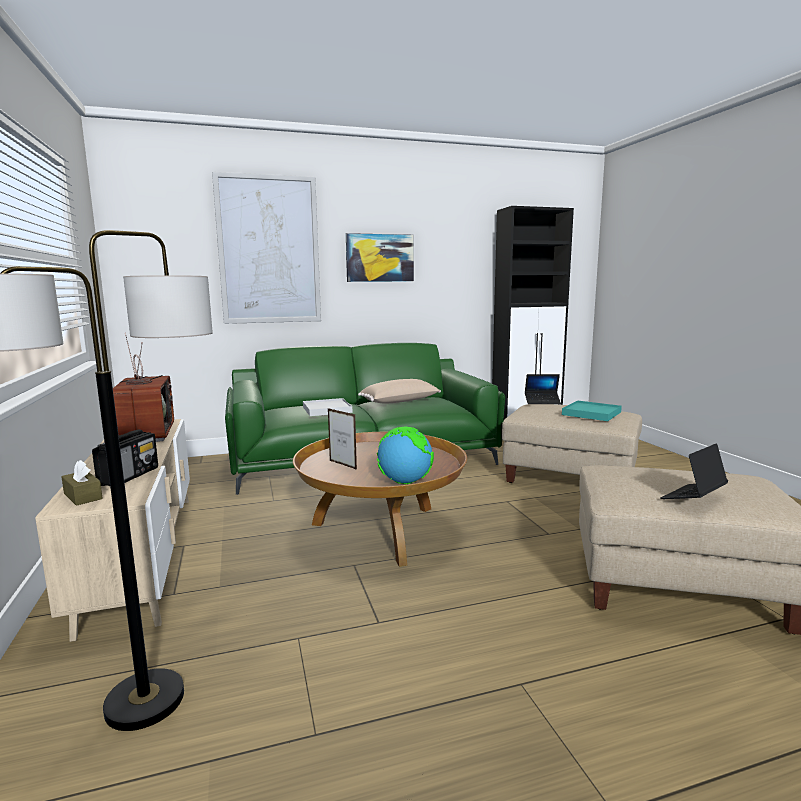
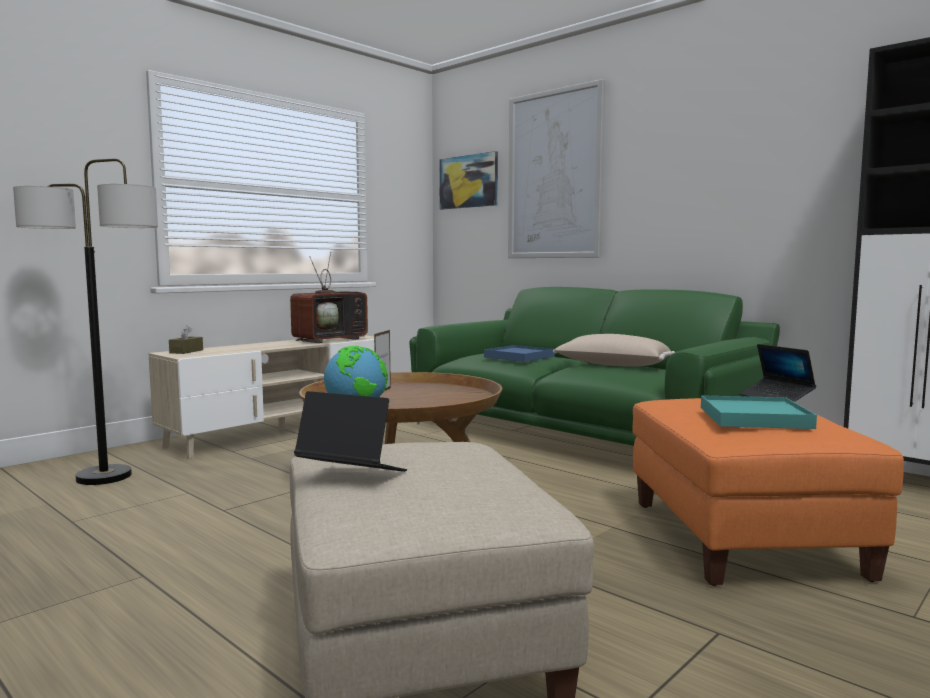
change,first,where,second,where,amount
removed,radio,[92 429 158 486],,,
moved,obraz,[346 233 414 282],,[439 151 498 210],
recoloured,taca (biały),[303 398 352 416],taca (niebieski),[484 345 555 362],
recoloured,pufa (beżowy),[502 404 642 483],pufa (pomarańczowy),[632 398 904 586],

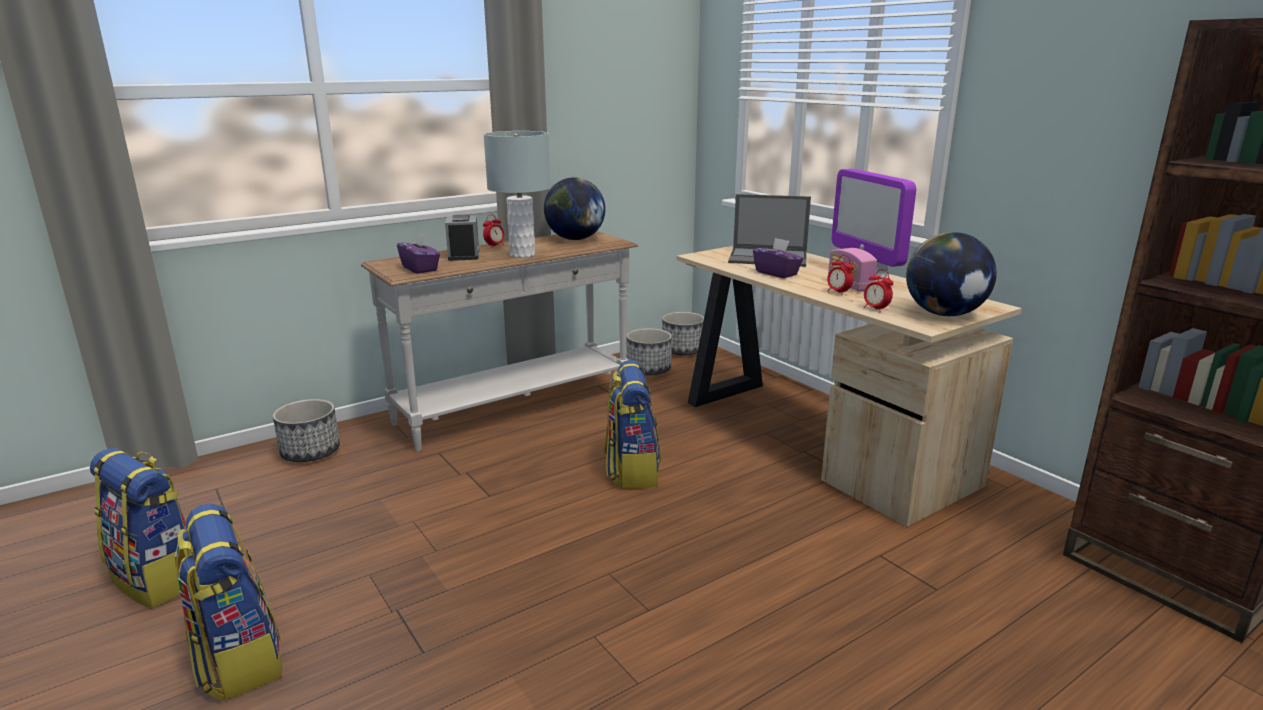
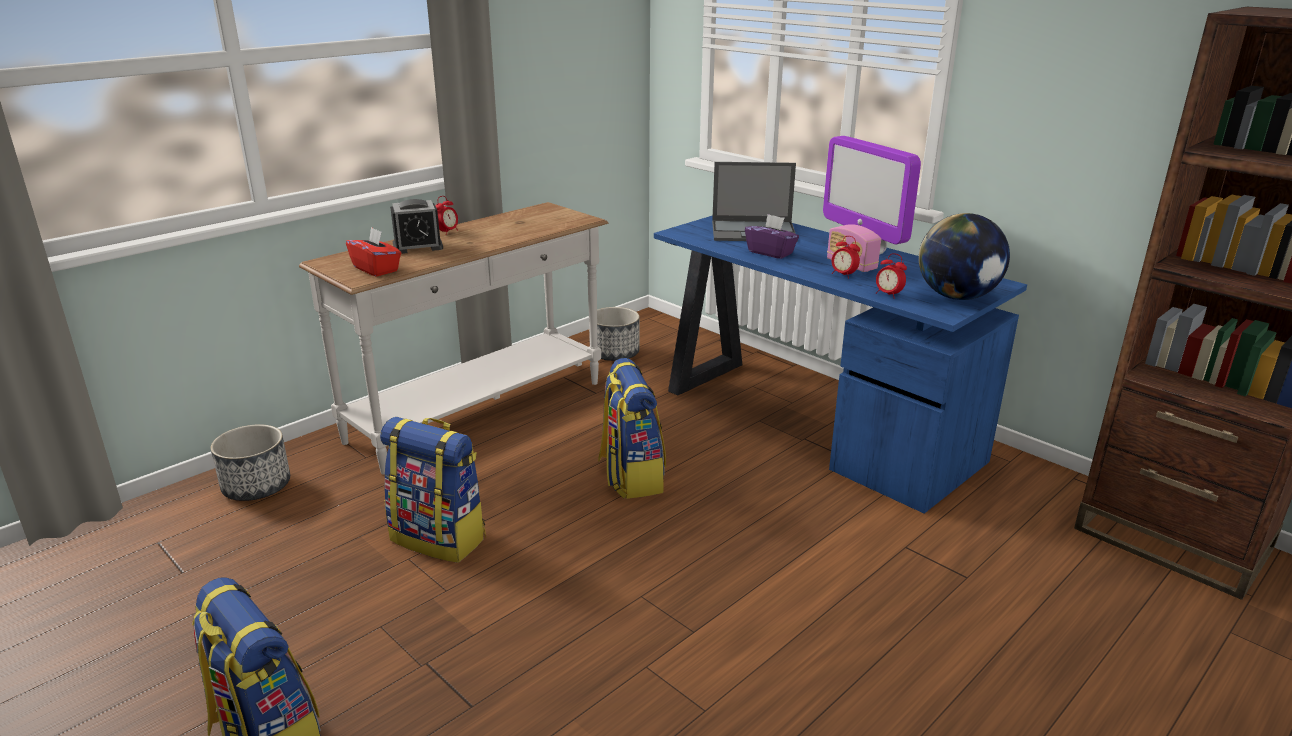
change,first,where,second,where,amount
removed,lampa stołowa (szary),[484 131 550 258],,,
removed,globus,[544 177 606 240],,,
removed,donica,[662 312 704 355],,,
moved,plecak,[90 448 195 608],,[380 417 486 563],
recoloured,pudełko chusteczek (fioletowy),[397 233 440 274],pudełko chusteczek (czerwony),[346 227 401 277],
recoloured,biurko (beżowy),[677 246 1022 527],biurko (niebieski),[654 215 1027 514],
turned,budzik,[445 214 479 261],,[390 199 443 254],90 degrees clockwise

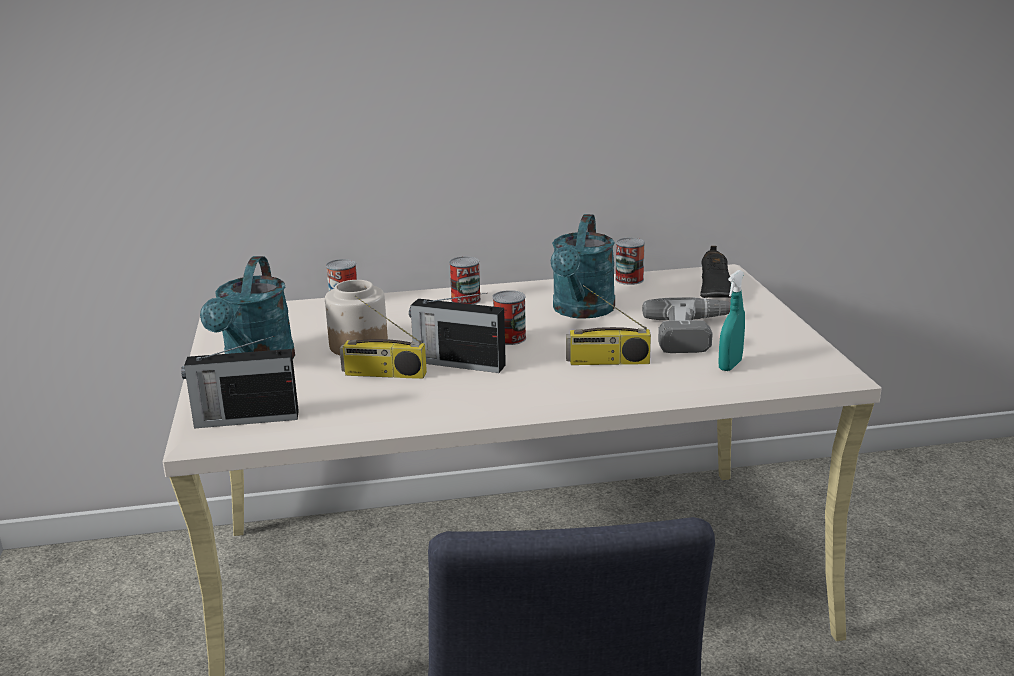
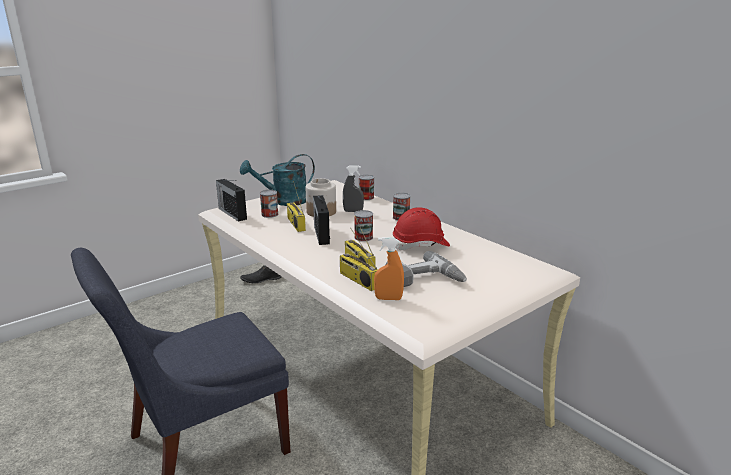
change,first,where,second,where,amount
added,,,radio,[340 228 378 291],
added,,,spryskiwacz (szary),[343 165 364 212],
moved,puszka,[615 237 645 285],,[260 190 279 218],
moved,but (czarny),[700 246 731 298],,[240 265 282 283],
replaced,konewka (turkusowy),[551 214 615 319],kask (czerwony),[393 208 450 250],
recoloured,spryskiwacz (turkusowy),[719 270 745 371],spryskiwacz (pomarańczowy),[374 237 404 300],

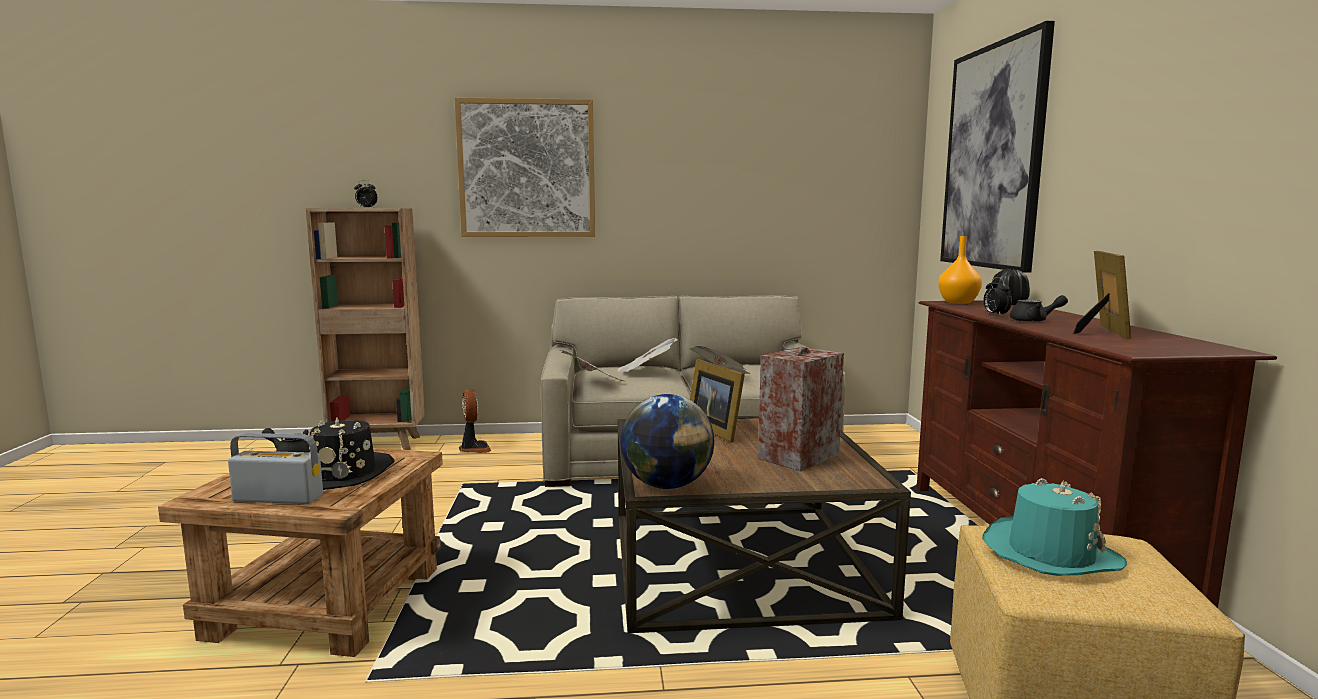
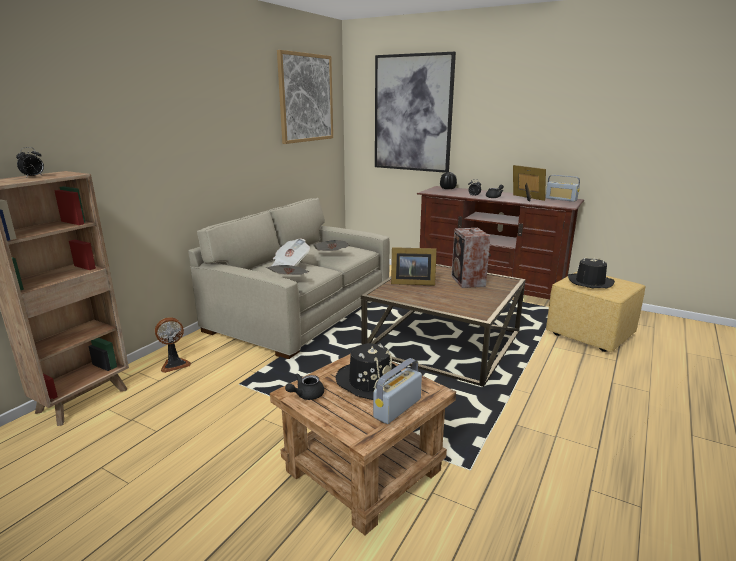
change,first,where,second,where,amount
removed,globus,[620 394 714 489],,,
removed,wazon (pomarańczowy),[938 236 982 304],,,
added,,,radio,[545 175 580 202],
moved,obraz,[454 97 595 237],,[277 50 333 144],
recoloured,kapelusz (turkusowy),[982 478 1127 576],kapelusz (czarny),[568 257 615 288],
turned,wentylator,[459 389 491 453],,[155 317 191 373],135 degrees clockwise

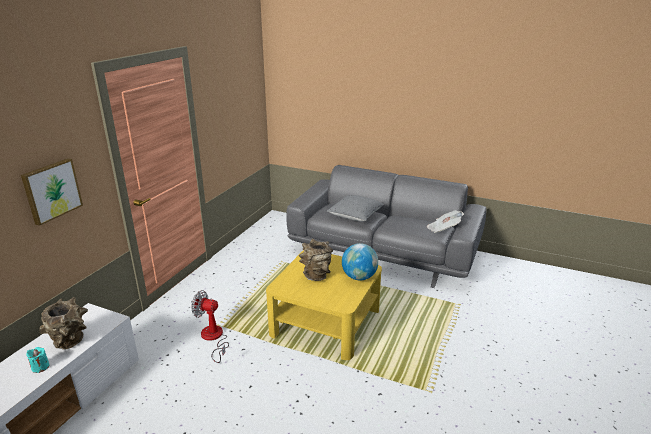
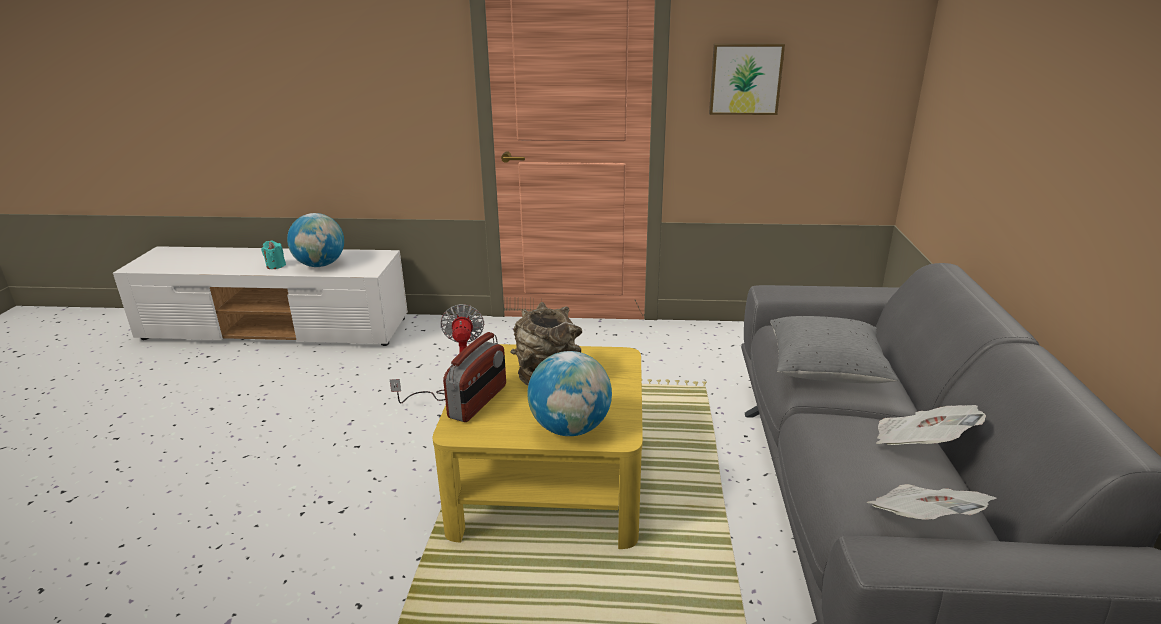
change,first,where,second,where,amount
added,,,radio,[443 332 506 422],
added,,,gazeta,[876 405 986 445],
moved,obraz,[21 158 83 226],,[709 43 785 115],
replaced,wazon (brązowy),[39 297 88 350],globus,[287 213 344 267],

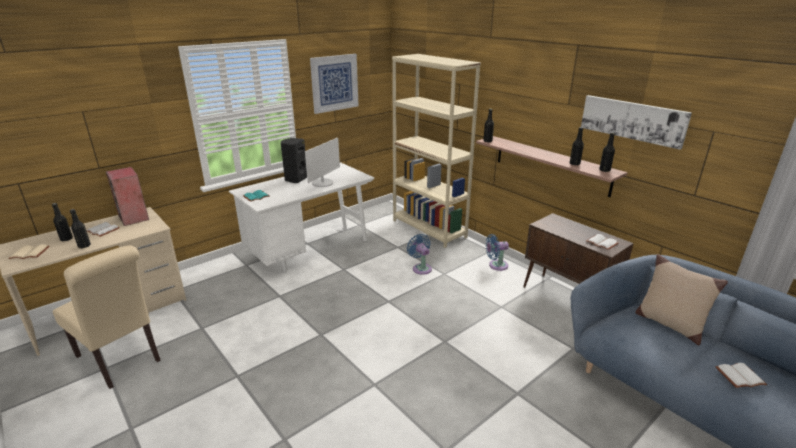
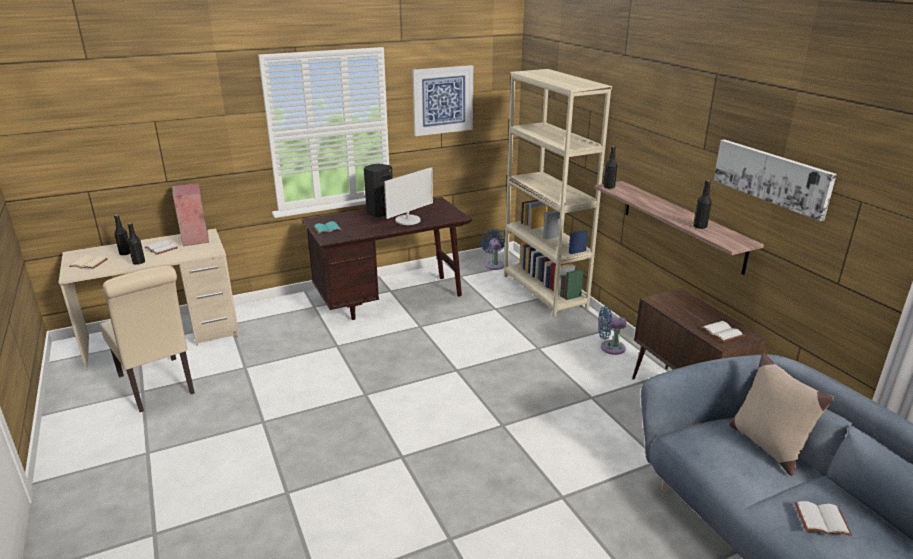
change,first,where,second,where,amount
removed,butelka (czarny),[599 132 615 172],,,
moved,wentylator (niebieski),[407 234 432 275],,[480 229 505 270],
recoloured,biurko (biały),[229 162 374 272],biurko (brązowy),[301 197 472 320],

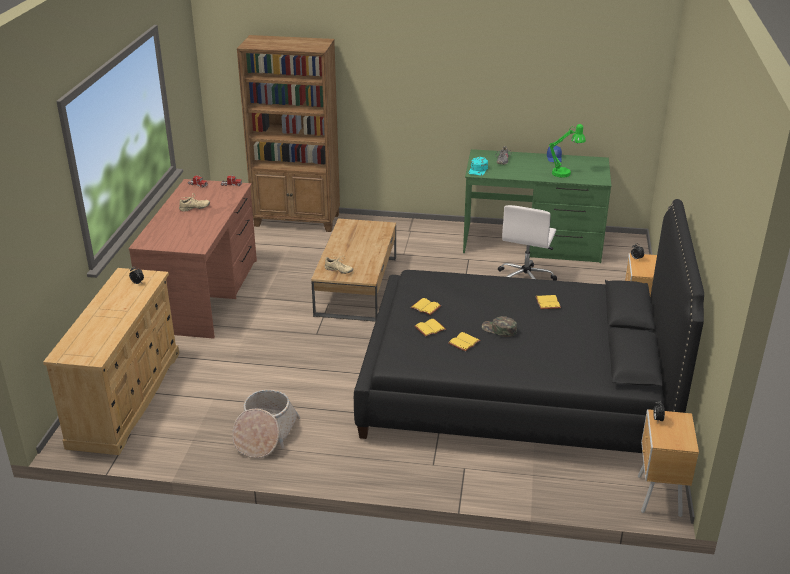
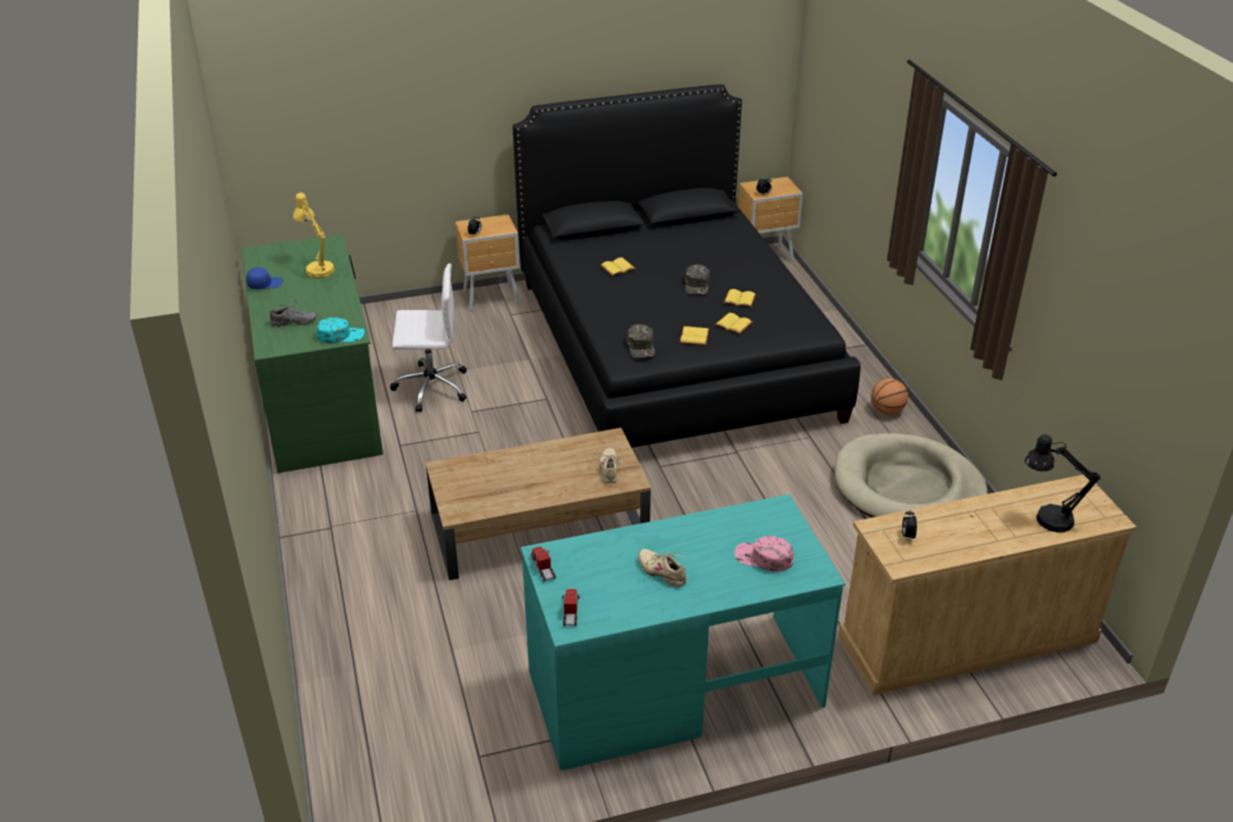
change,first,where,second,where,amount
removed,regał (brązowy),[237 35 340 232],,,
added,,,czapka z daszkiem (zielony),[627 324 655 358],
added,,,czapka z daszkiem (różowy),[735 536 794 572],
added,,,piłka do koszykówki,[871 378 908 415],
added,,,lampa stołowa (czarny),[1025 434 1101 532],
replaced,koszyk,[232 390 300 458],legowisko (beżowy),[834 433 988 518],
recoloured,biurko (brązowy),[128 179 257 339],biurko (turkusowy),[521 494 845 770],
recoloured,lampa stołowa (zielony),[549 124 586 178],lampa stołowa (żółty),[293 193 335 278],

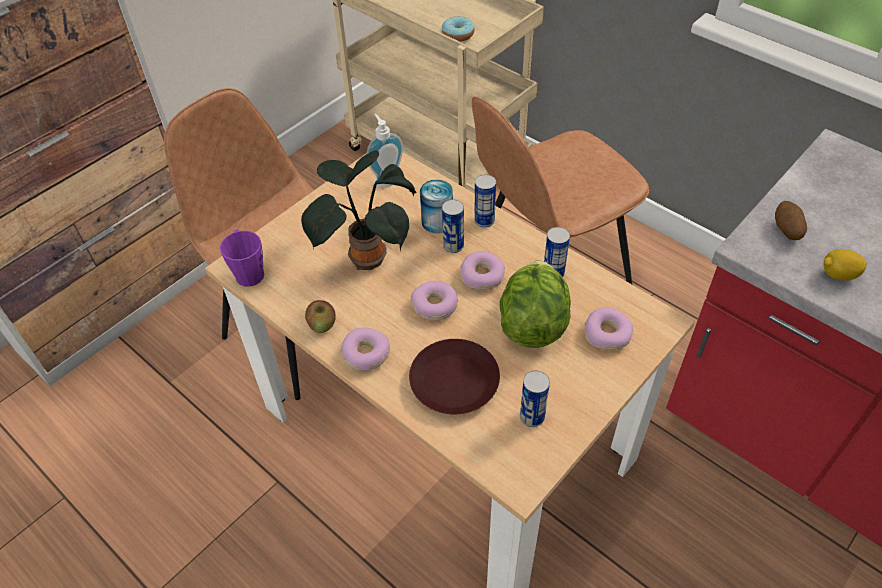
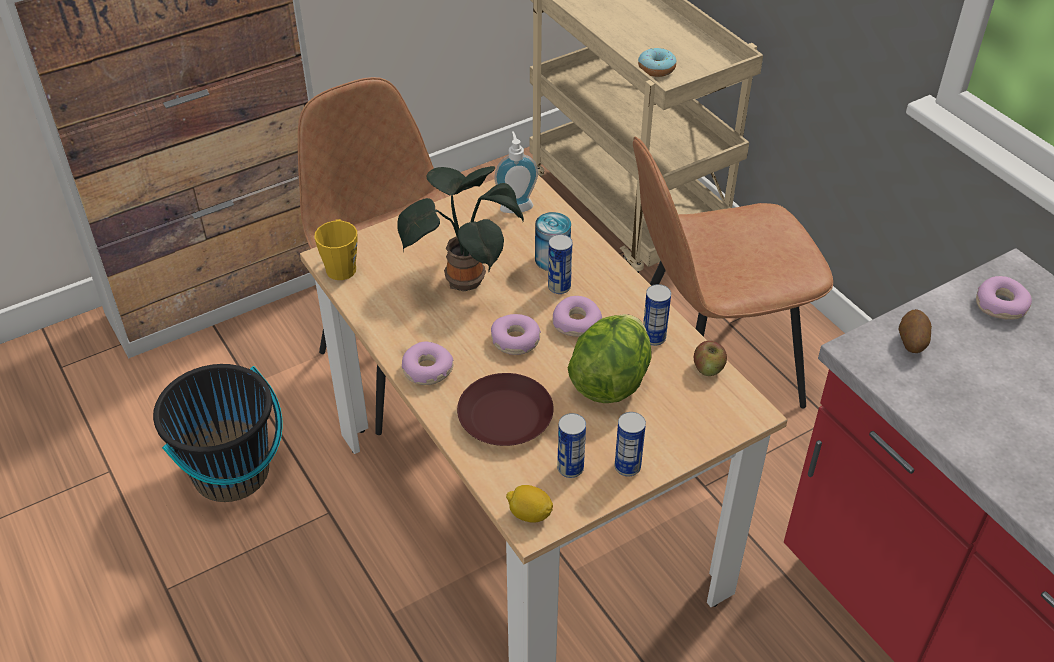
change,first,where,second,where,amount
added,,,wiadro (czarny),[153 364 282 502],
moved,jabłko,[305 300 336 333],,[694 341 727 376],
moved,puszka,[474 174 496 228],,[615 412 646 476],
moved,donut,[584 307 633 350],,[976 276 1032 320],
moved,cytryna,[823 249 867 280],,[506 485 553 523],
recoloured,kubek (fioletowy),[220 229 264 287],kubek (żółty),[314 219 358 280],

